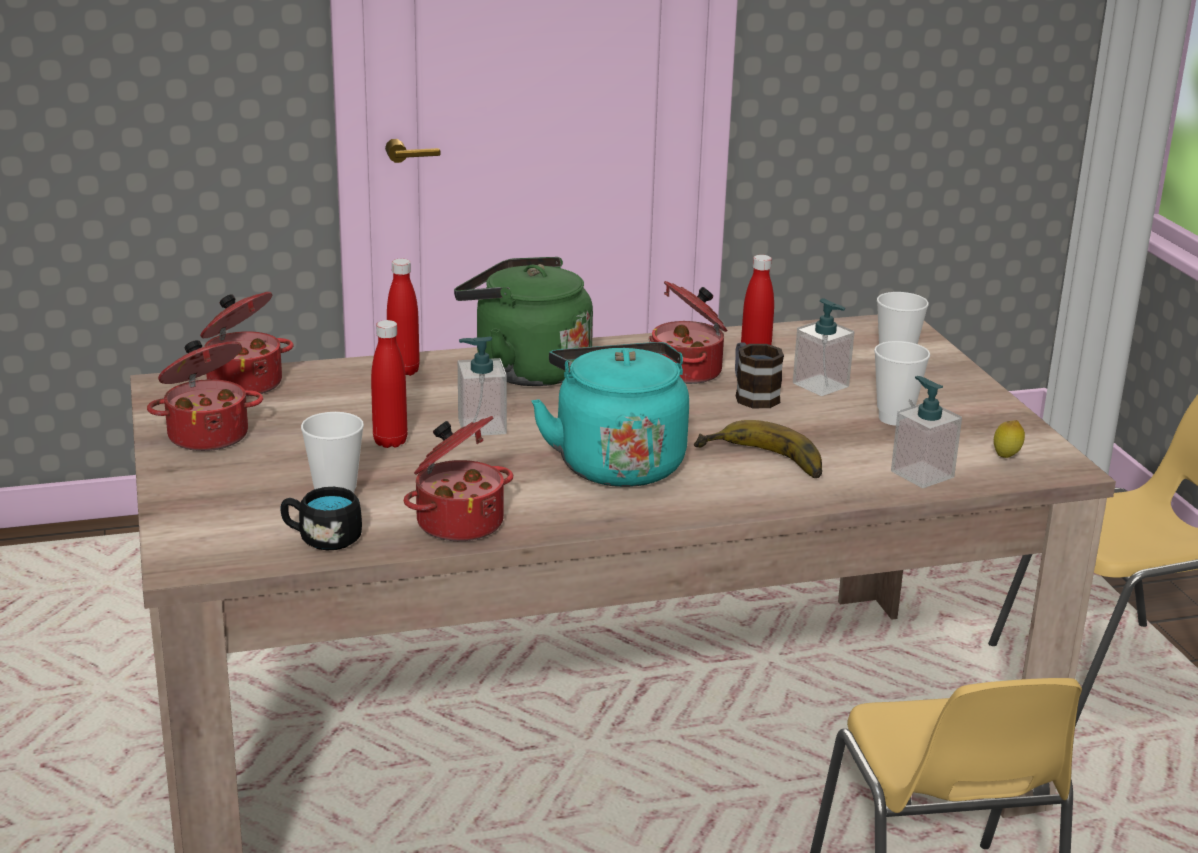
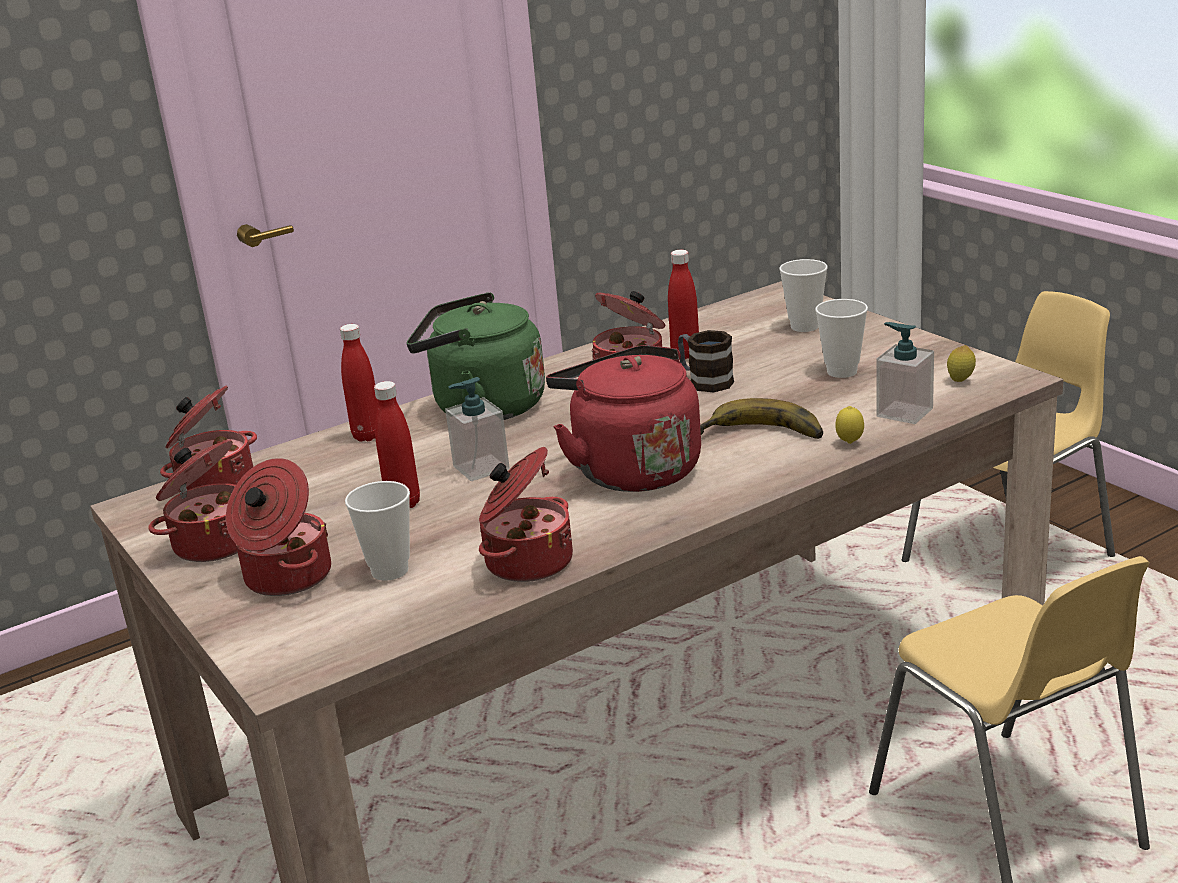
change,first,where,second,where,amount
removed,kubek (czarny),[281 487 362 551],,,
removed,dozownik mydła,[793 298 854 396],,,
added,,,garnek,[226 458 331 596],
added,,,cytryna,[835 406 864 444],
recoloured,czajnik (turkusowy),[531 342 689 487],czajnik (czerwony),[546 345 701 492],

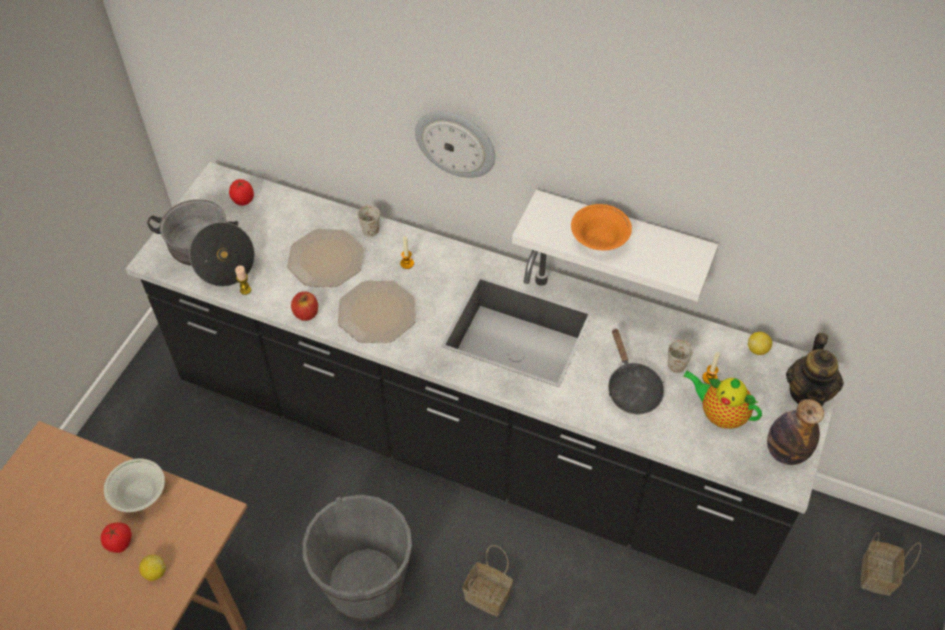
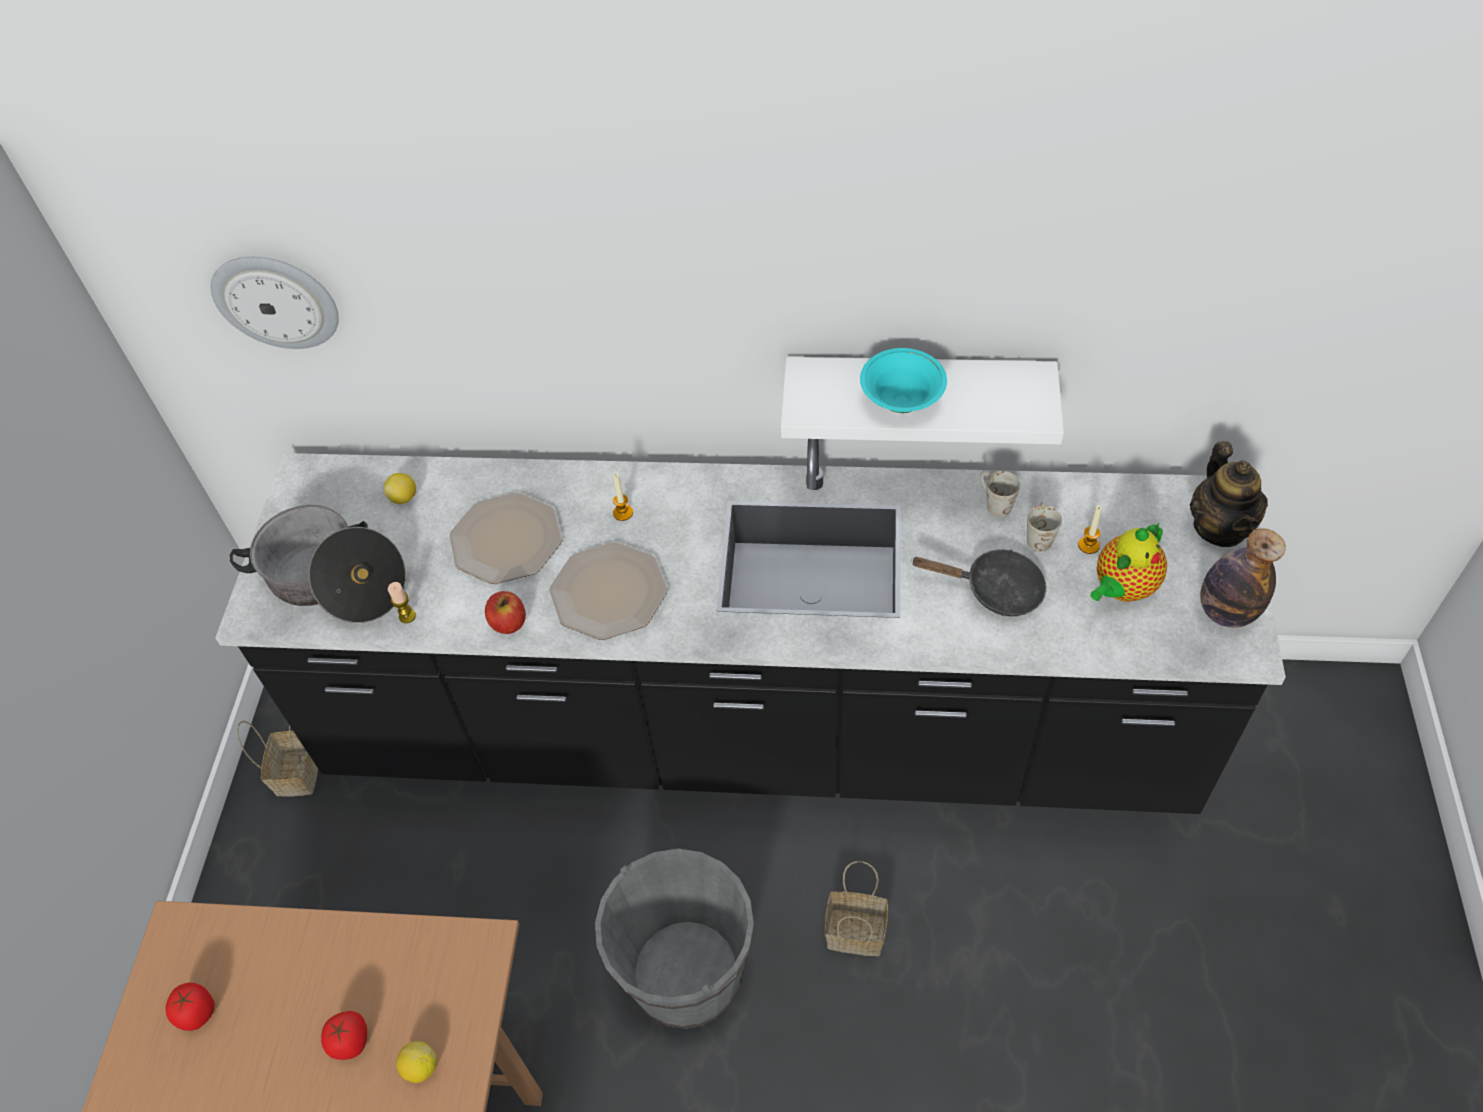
change,first,where,second,where,amount
removed,miska (biały),[104 459 165 512],,,
moved,pomidor,[229 179 254 206],,[166 983 214 1031],
moved,kubek (biały),[358 204 380 237],,[980 471 1020 518],
moved,zegar ścienny,[415 111 495 178],,[211 257 339 349],
moved,cytryna,[748 332 772 355],,[384 473 416 504],
moved,koszyk,[861 532 921 596],,[237 720 318 796],
recoloured,miska (pomarańczowy),[571 204 632 250],miska (turkusowy),[860 348 947 413],
turned,patelnia (czarny),[608 329 664 414],,[911 549 1047 616],45 degrees counterclockwise
turned,imbryk,[684 370 762 429],,[1090 523 1167 602],60 degrees counterclockwise

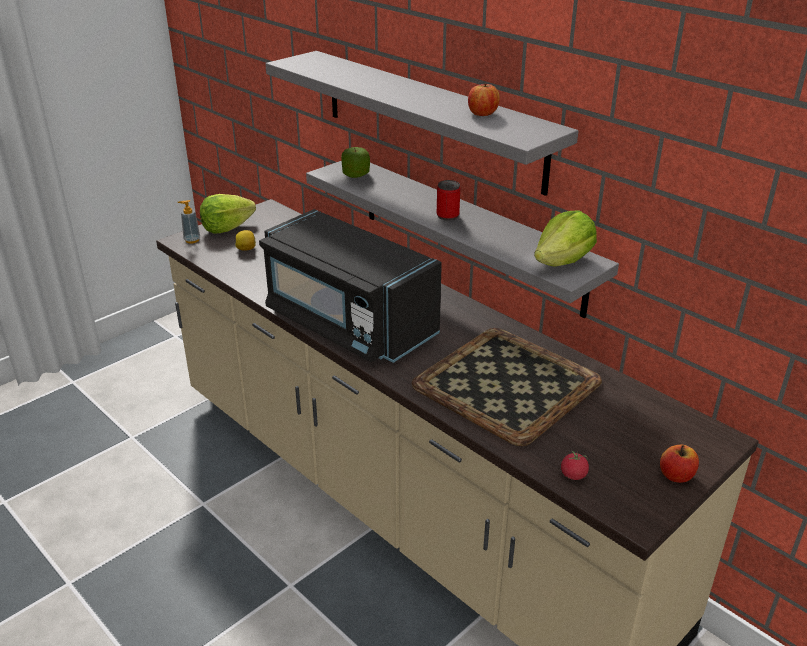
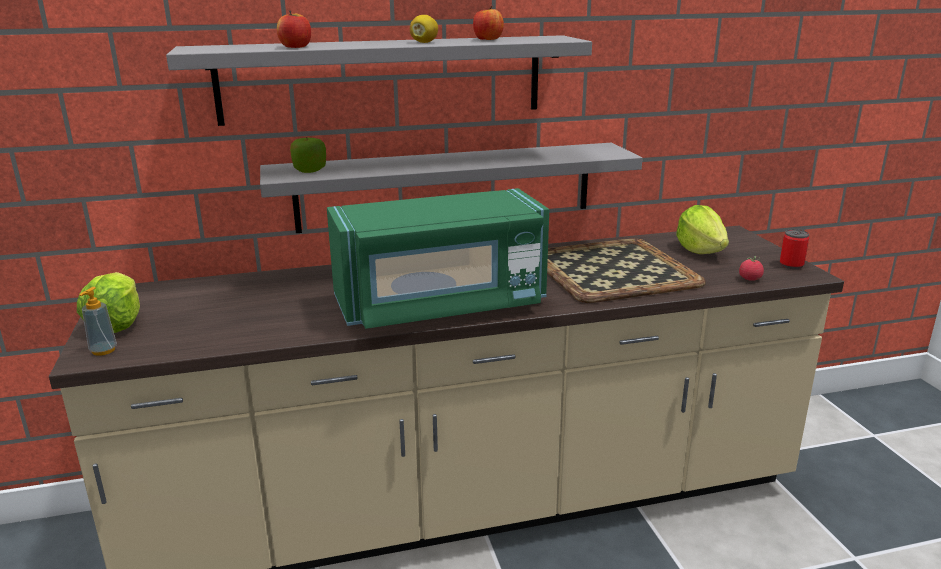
change,first,where,second,where,amount
moved,cytryna,[235 230 256 251],,[410 15 438 43],
moved,puszka,[437 180 460 221],,[780 229 809 269],
moved,sałata,[534 210 597 267],,[676 205 729 254],
moved,jabłko,[660 445 699 483],,[277 10 311 48],
recoloured,mikrofalówka (czarny),[259 209 442 363],mikrofalówka (zielony),[327 188 549 329],

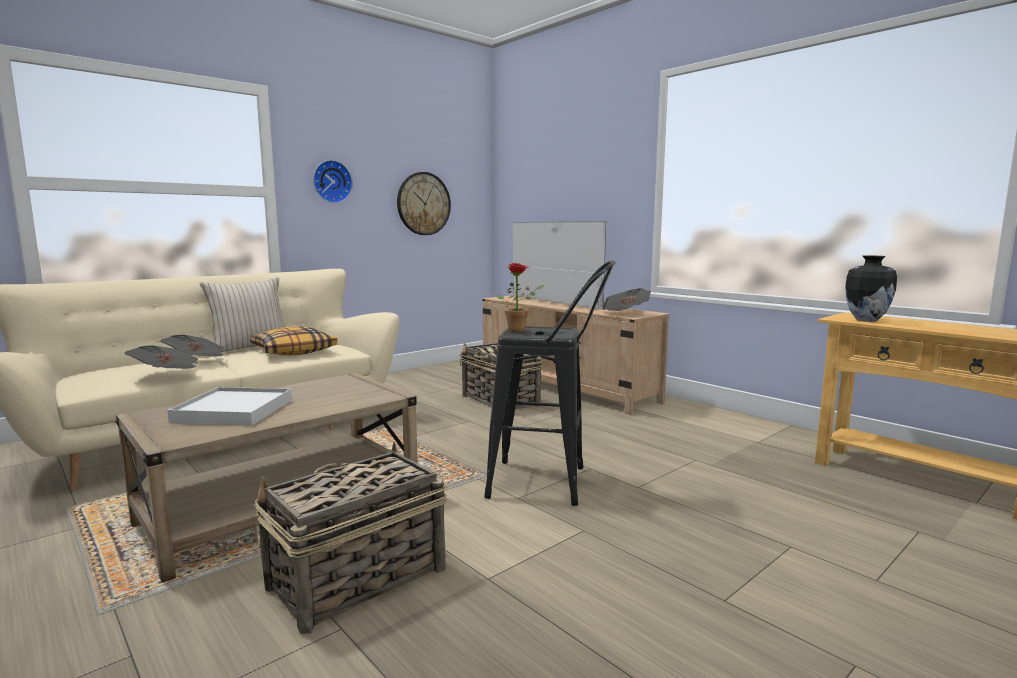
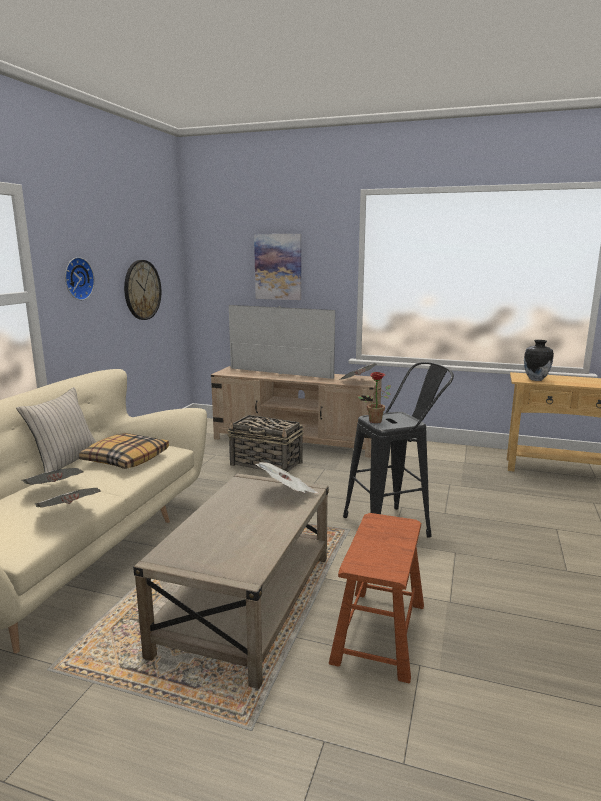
change,first,where,second,where,amount
removed,taca (biały),[167 387 292 426],,,
added,,,obraz,[254 234 301 300],
added,,,gazeta,[256 462 319 493],
replaced,koszyk,[254 442 447 634],stołek (brązowy),[329 513 424 683],

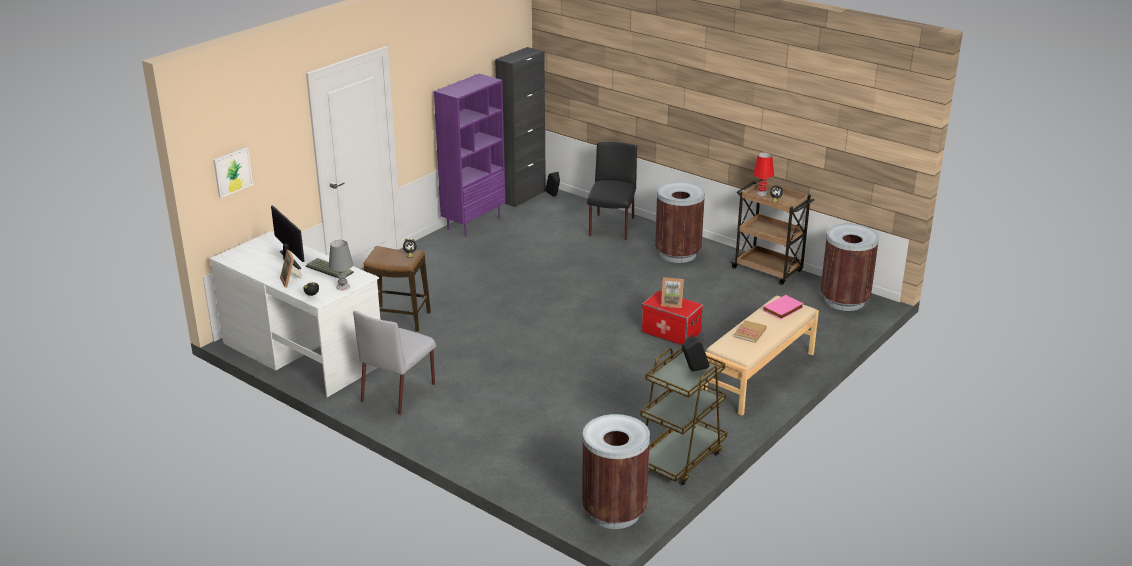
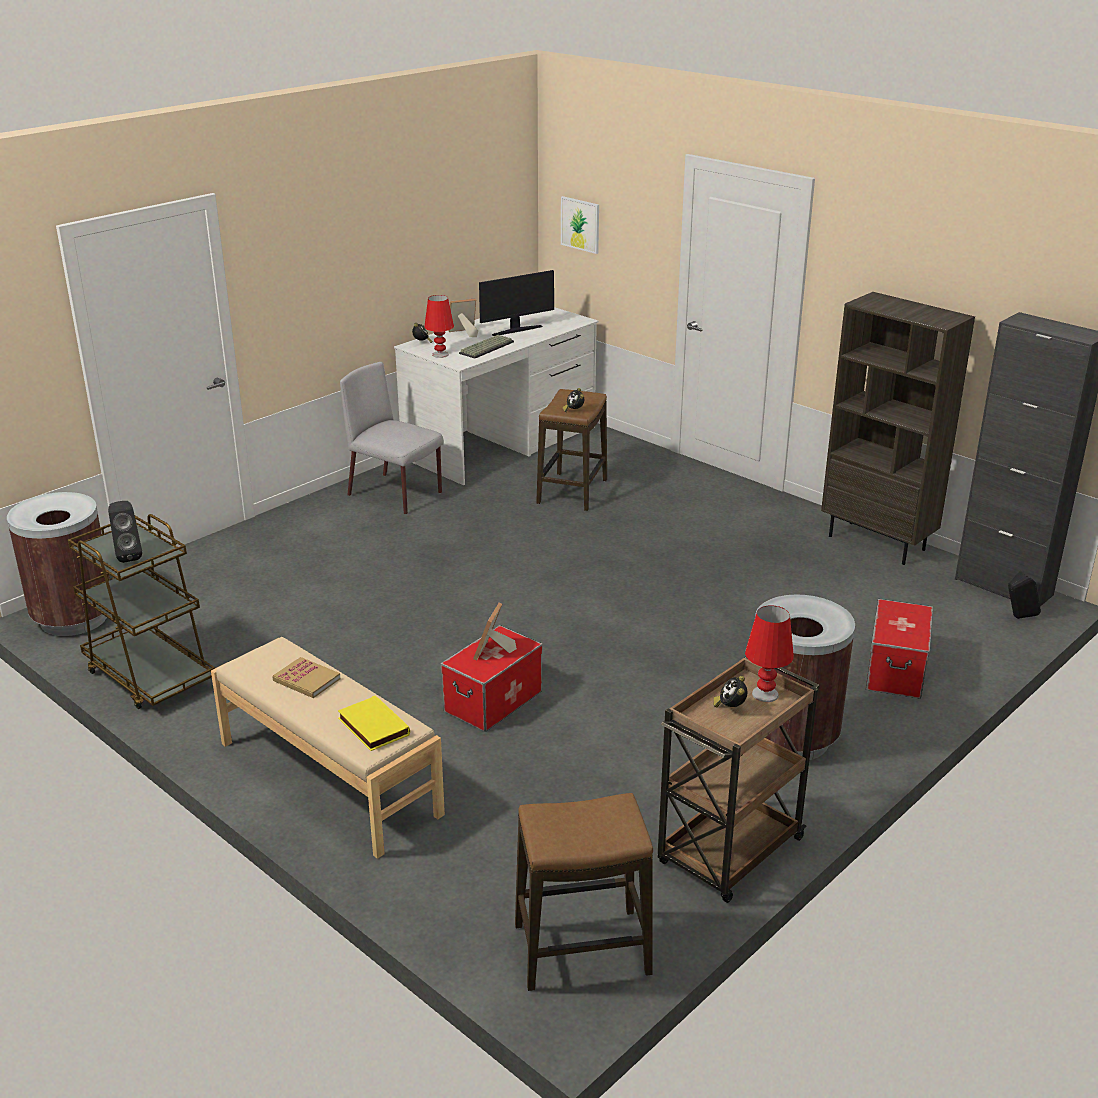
change,first,where,second,where,amount
replaced,krzesło (czarny),[587 142 637 239],pojemnik do przechowywania,[866 599 933 699],
replaced,kosz na śmieci (brązowy),[820 224 879 311],stołek,[515 793 653 991],
recoloured,lampa stołowa (szary),[329 240 353 290],lampa stołowa (czerwony),[424 295 454 358],
recoloured,regał (fioletowy),[434 74 505 237],regał (brązowy),[821 292 975 565],
recoloured,książka (różowy),[763 295 804 319],książka (żółty),[338 695 410 751],

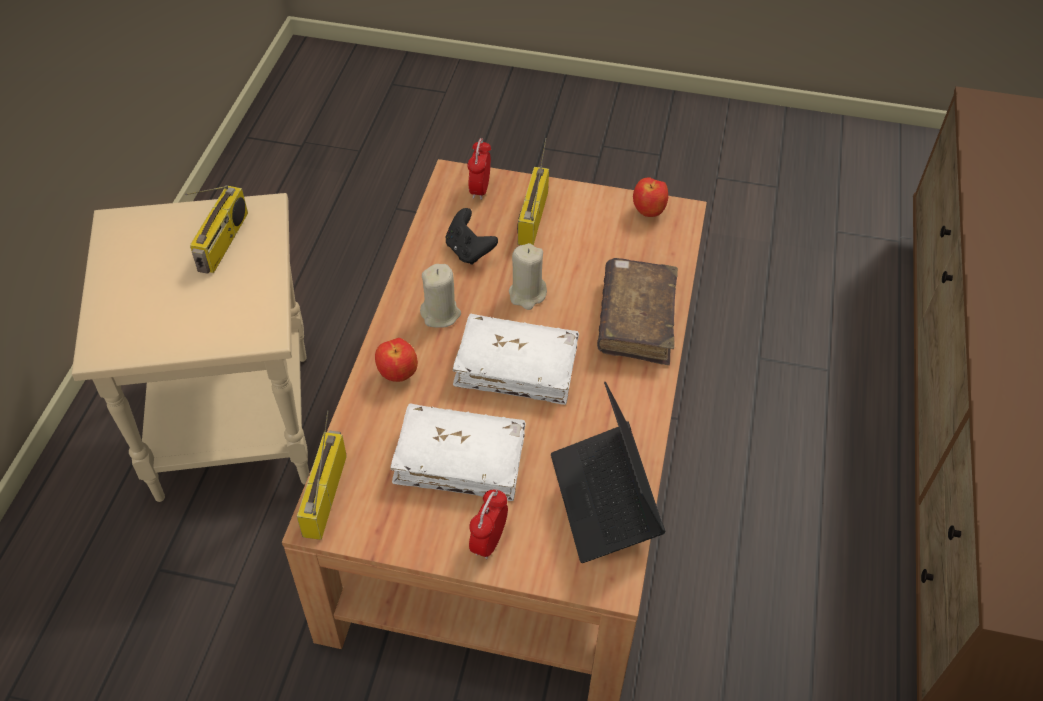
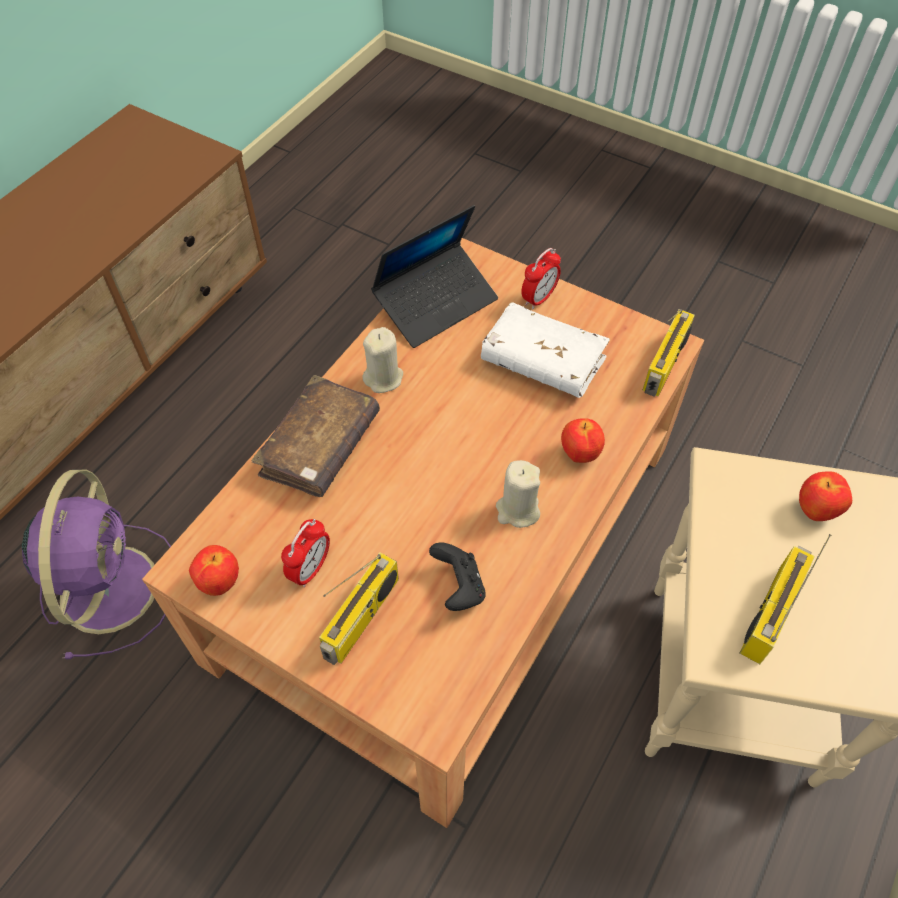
change,first,where,second,where,amount
removed,książka (biały),[453 314 579 405],,,
added,,,wentylator (fioletowy),[22 470 171 659],
added,,,jabłko,[799 472 852 521],
moved,budzik,[467 138 491 200],,[281 519 330 587],
moved,świeca (beżowy),[509 243 547 310],,[362 327 403 393],
turned,laptop,[551 382 666 563],,[371 205 498 348],45 degrees clockwise

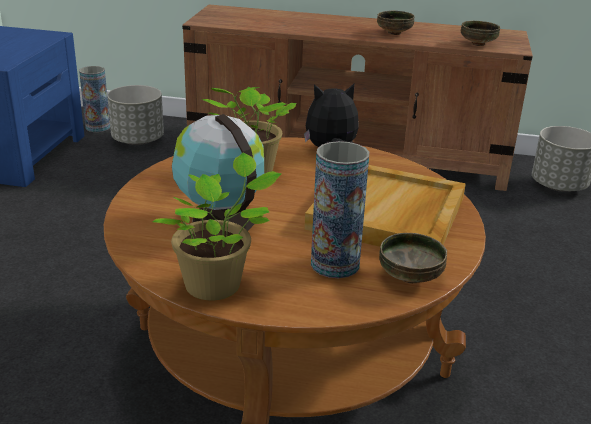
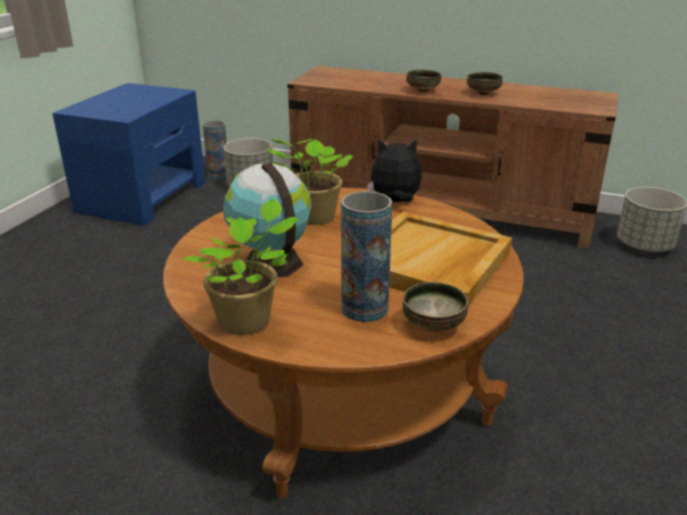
change,first,where,second,where,amount
moved,miska,[461 21 500 46],,[406 70 441 92],

